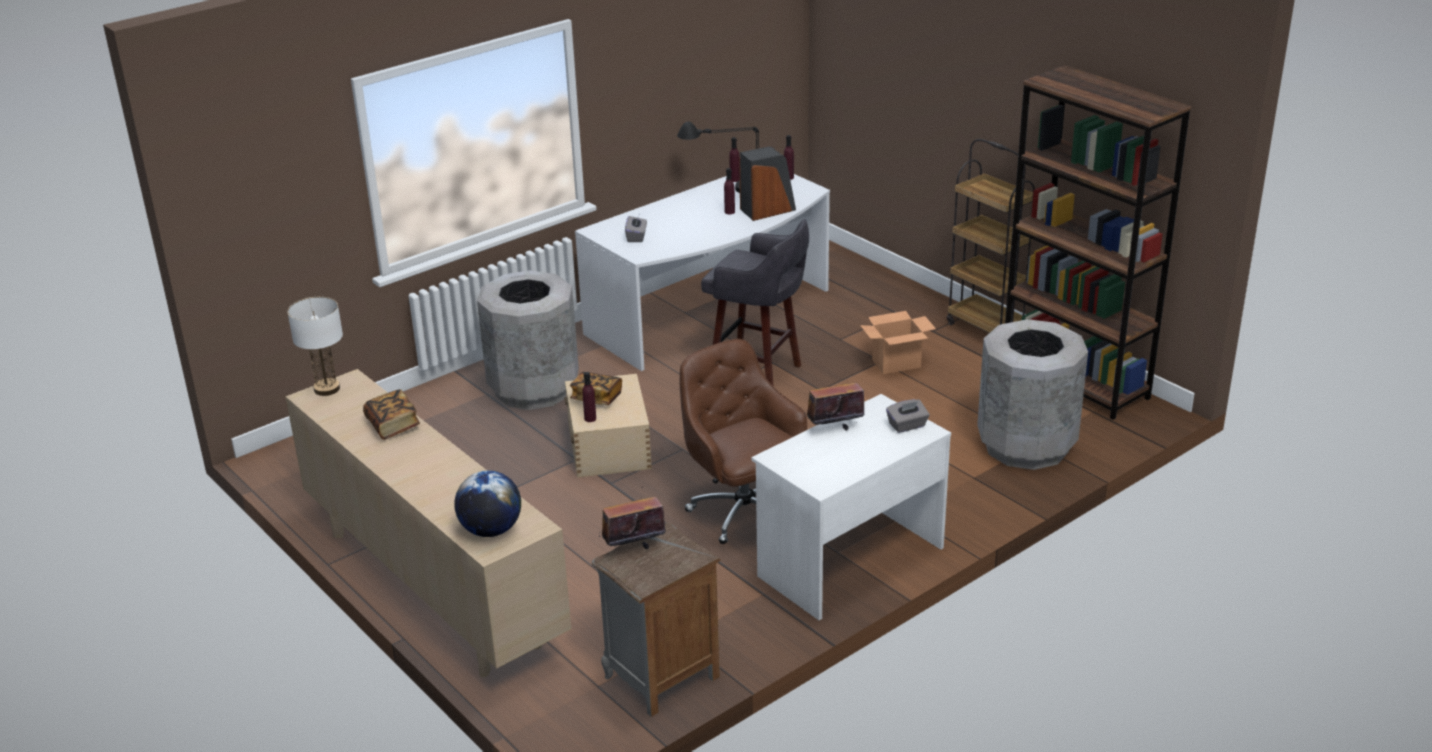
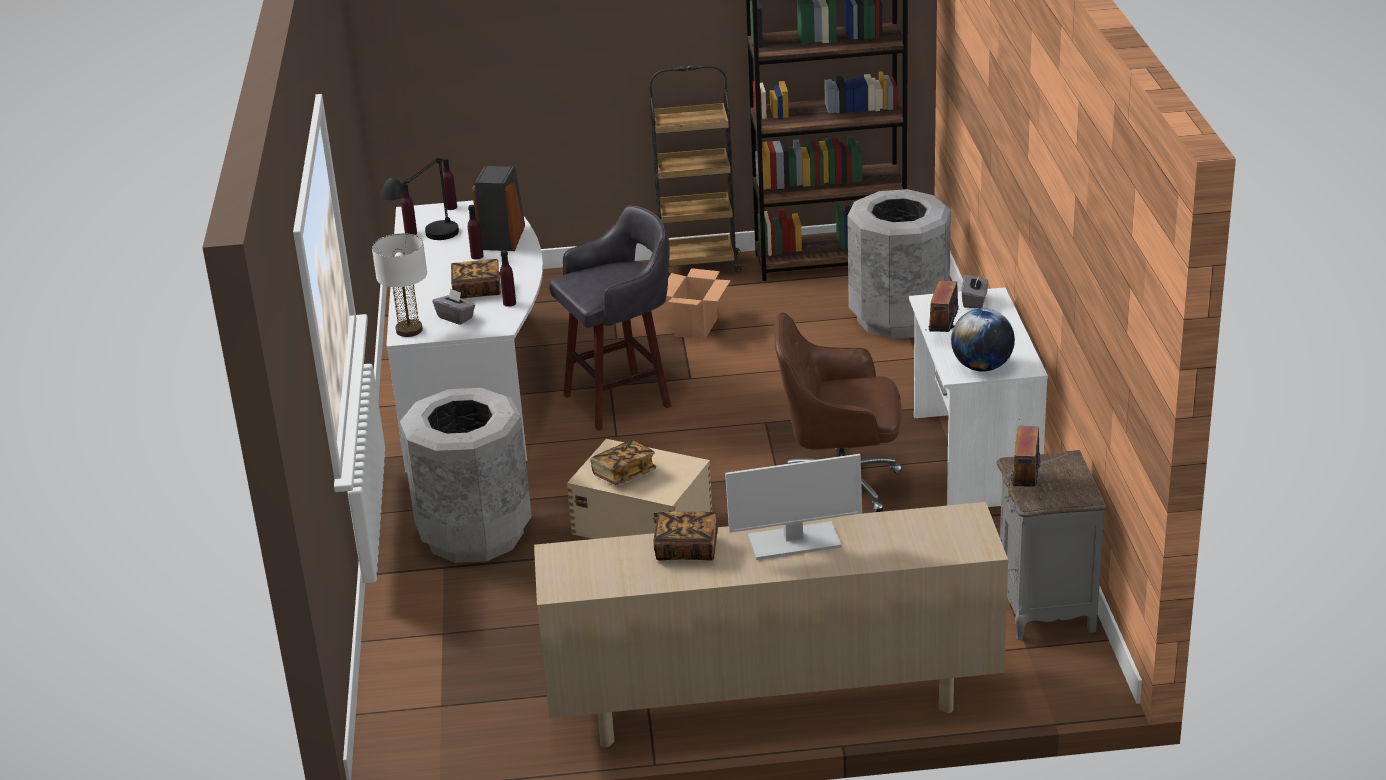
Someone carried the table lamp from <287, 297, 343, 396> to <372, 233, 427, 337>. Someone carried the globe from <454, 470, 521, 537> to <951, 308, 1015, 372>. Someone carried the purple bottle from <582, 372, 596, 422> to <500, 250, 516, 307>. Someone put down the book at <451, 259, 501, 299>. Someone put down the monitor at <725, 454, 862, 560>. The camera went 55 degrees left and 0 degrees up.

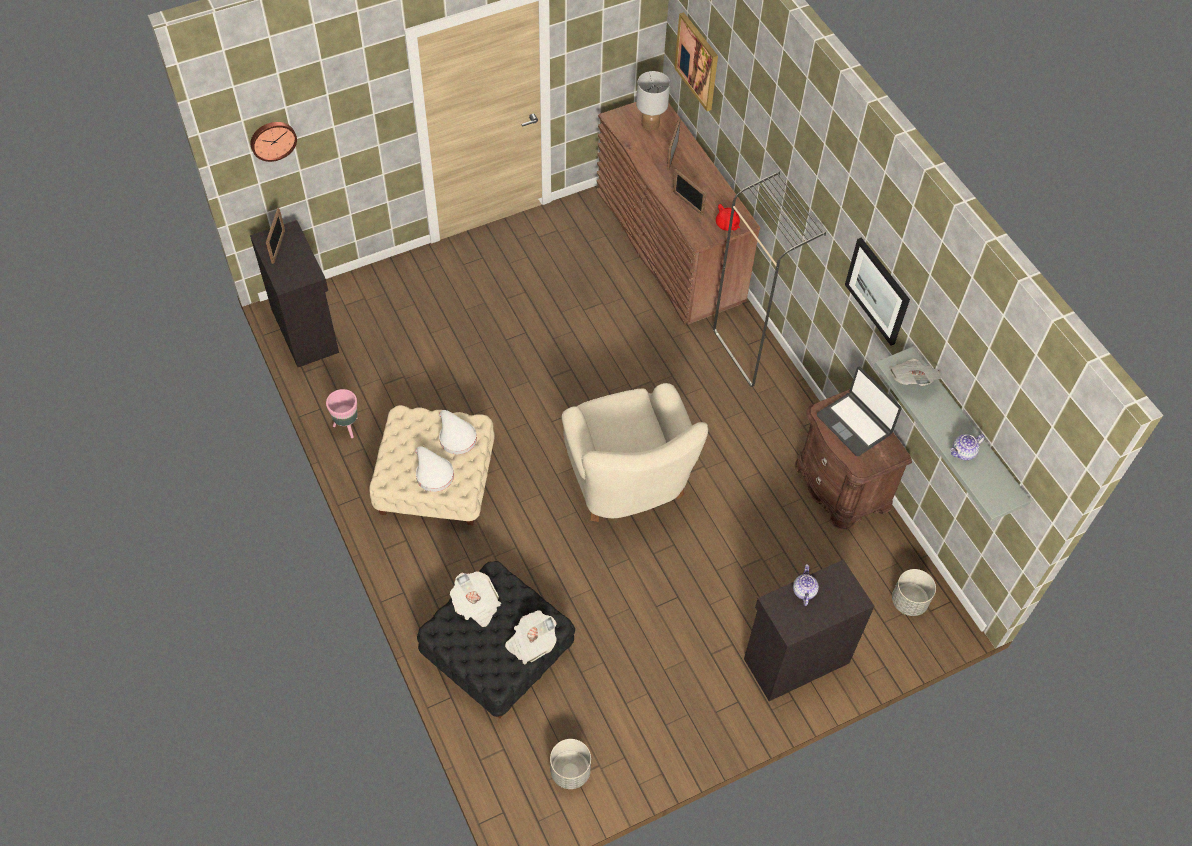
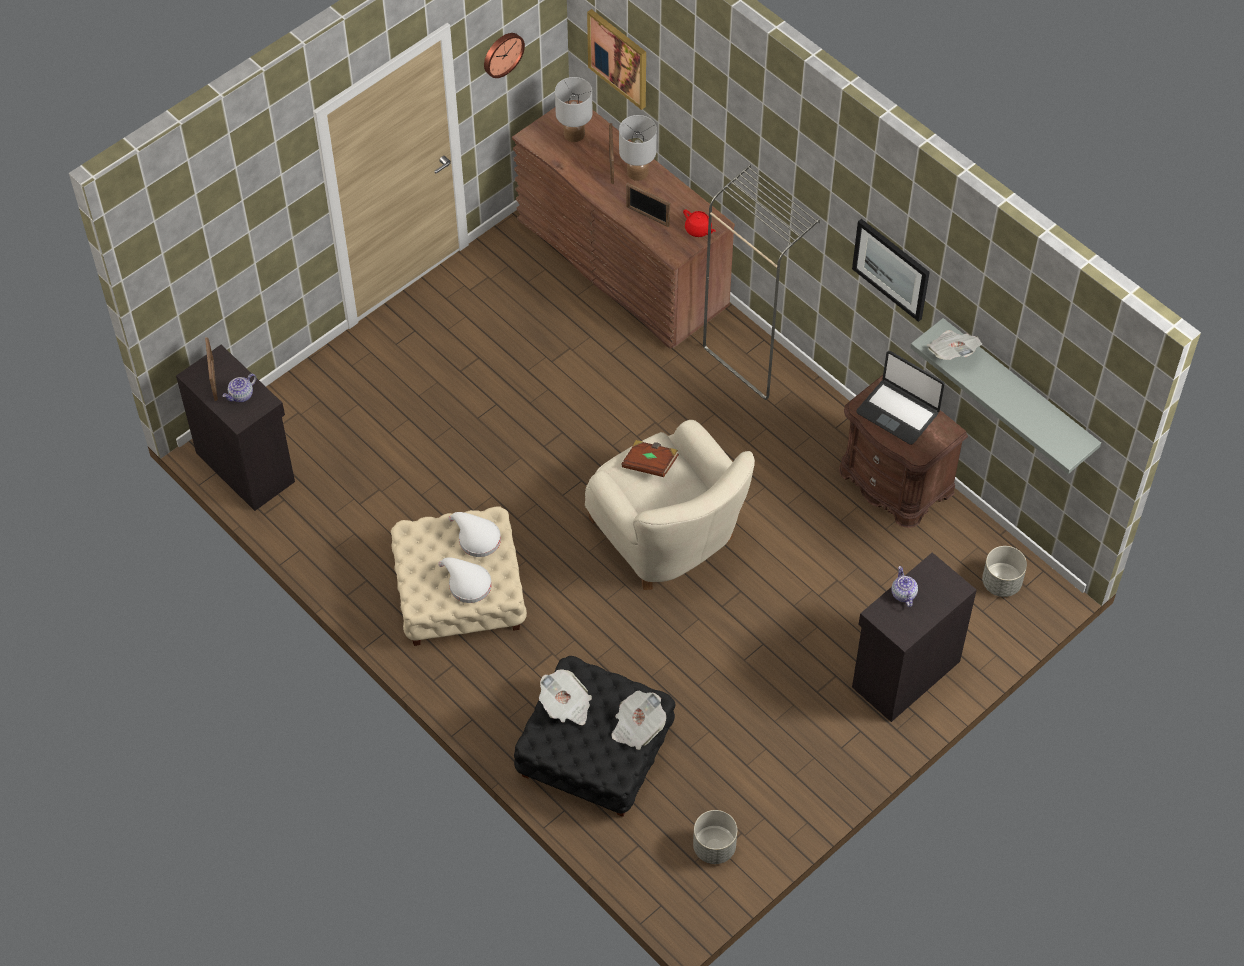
Someone carried the wall clock from <250, 122, 297, 162> to <484, 33, 525, 78>. Someone took away the pink planter at <326, 389, 358, 438>. Someone carried the teapot from <950, 434, 985, 460> to <223, 374, 256, 402>. Someone put down the grey table lamp at <619, 115, 657, 181>. Someone put down the brown book at <621, 440, 679, 477>. The camera went 15 degrees left and 0 degrees up.

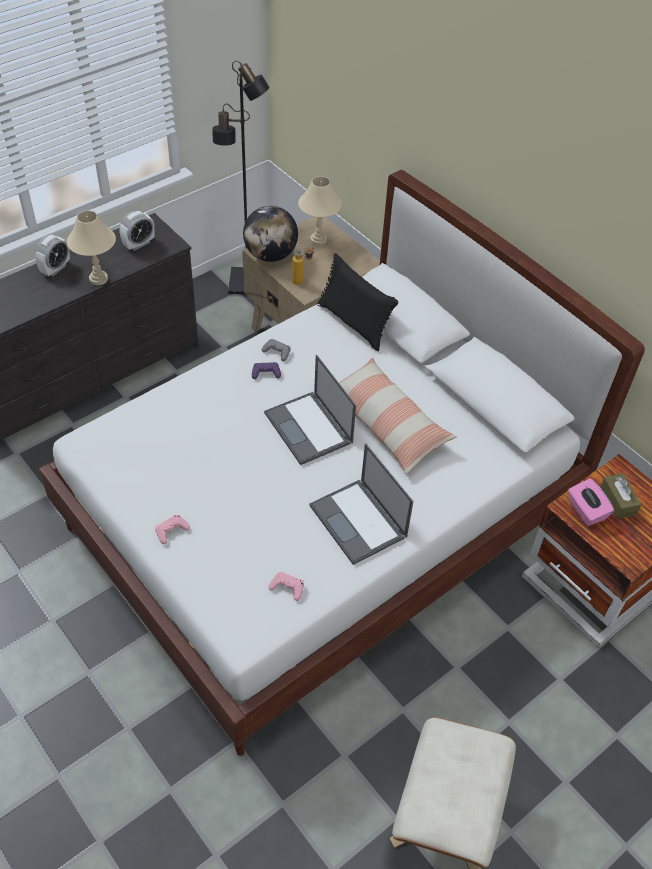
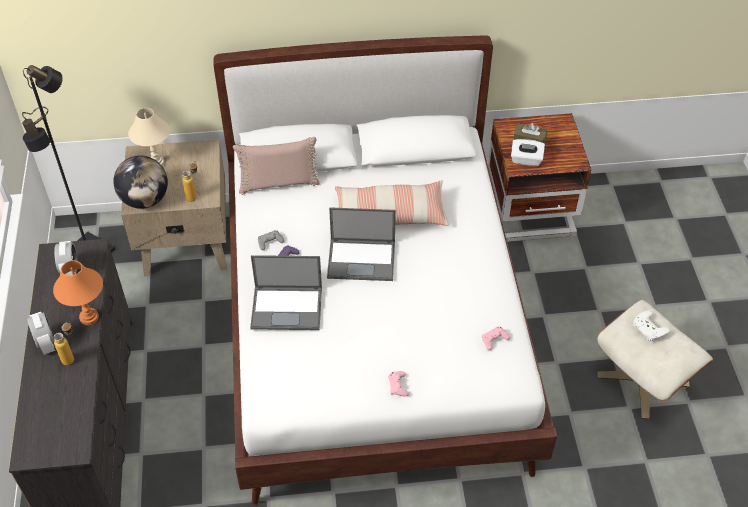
Someone repainted the beige table lamp at <67, 211, 116, 285>, which became the orange table lamp at <53, 260, 103, 325>. Someone carried the laptop from <309, 444, 413, 565> to <250, 255, 322, 330>. Someone repainted the black pillow at <317, 253, 398, 351>, which became the beige pillow at <233, 137, 320, 195>. Someone repainted the pink tissue box at <568, 478, 614, 526>, which became the white tissue box at <511, 139, 545, 166>. Someone put down the bottle at <53, 322, 74, 365>. Someone put down the white game controller at <633, 310, 670, 341>. The camera went 55 degrees left and 0 degrees up.

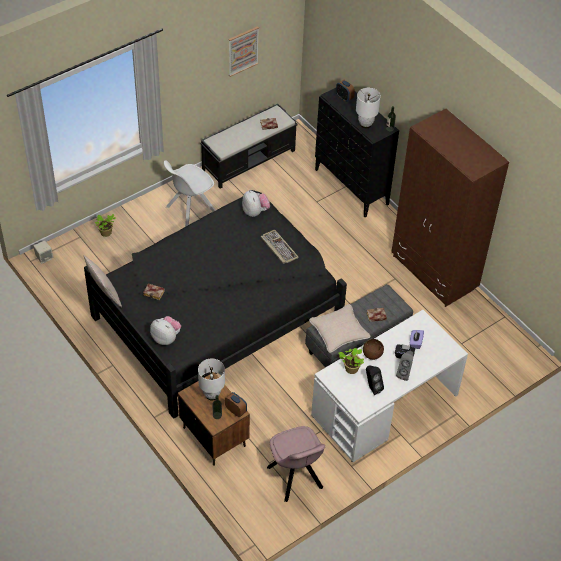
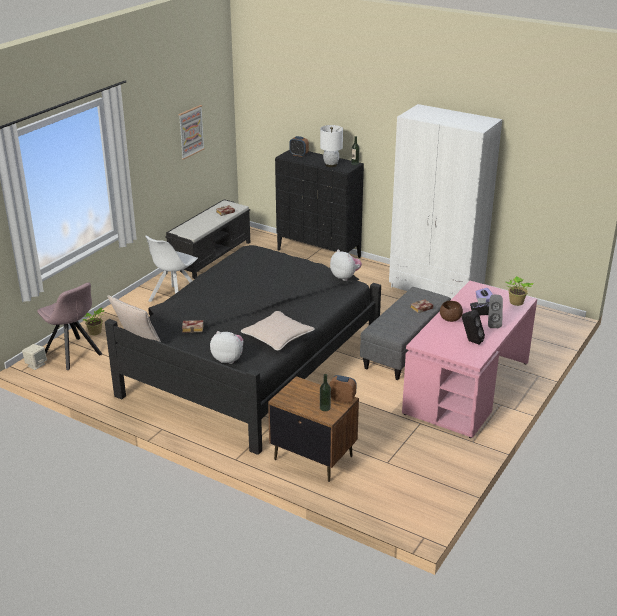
Someone took away the white table lamp at <198, 359, 225, 400>. Someone carried the plush toy from <242, 190, 270, 217> to <330, 249, 362, 281>. Someone took away the keyboard at <261, 230, 299, 264>. Someone carried the pink chair from <267, 426, 325, 502> to <37, 282, 102, 370>. Someone carried the beige pillow from <309, 304, 371, 353> to <241, 311, 315, 350>. Someone repainted the white desk at <311, 310, 468, 462>, which became the pink desk at <402, 281, 537, 438>. Someone carried the potted plant from <339, 348, 364, 374> to <506, 276, 533, 306>. Someone repainted the brown wardrobe at <392, 109, 509, 307>, which became the white wardrobe at <389, 104, 502, 299>. The camera went 20 degrees left and 20 degrees down.

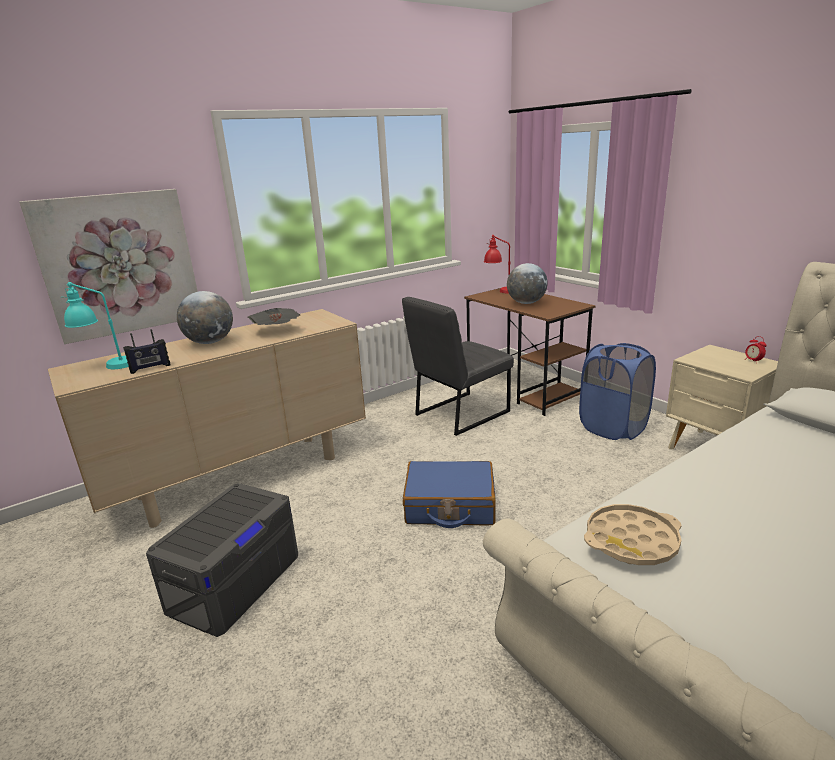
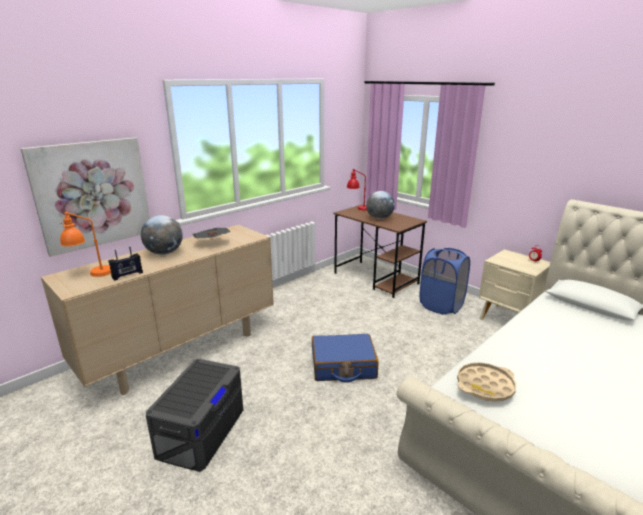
Someone repainted the turquoise table lamp at <61, 282, 128, 369>, which became the orange table lamp at <60, 212, 111, 277>. Someone took away the grey chair at <402, 297, 514, 436>. The camera went 10 degrees left and 0 degrees up.

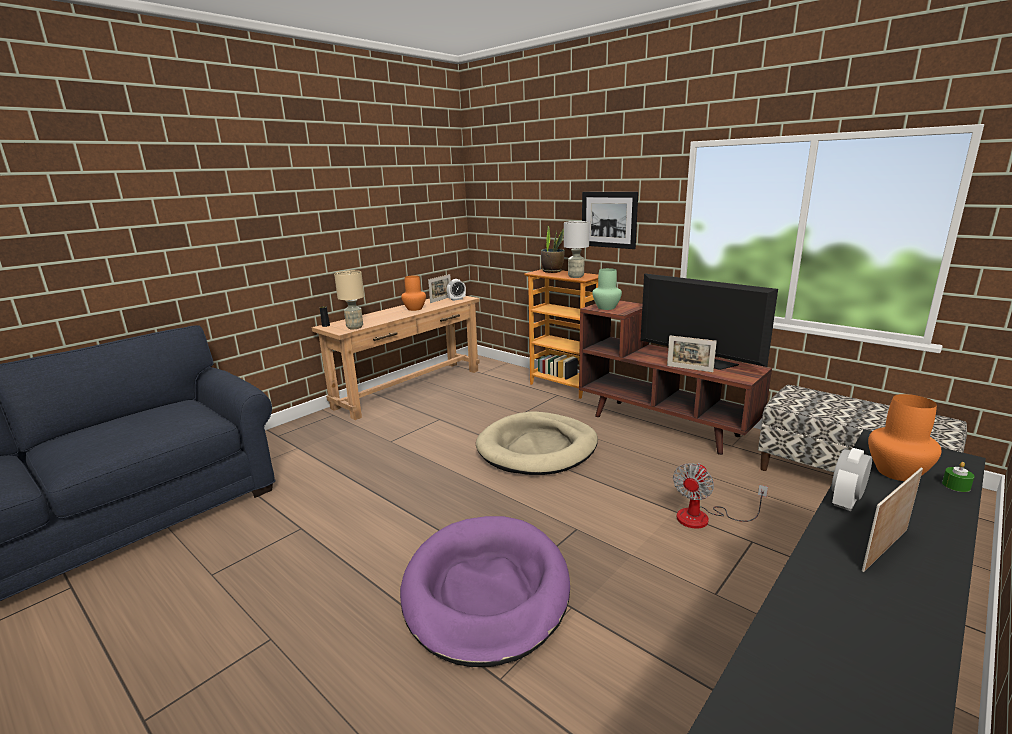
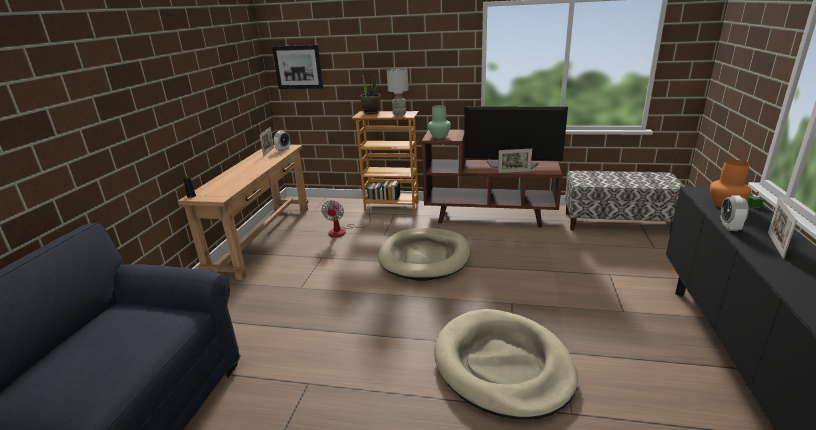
Someone took away the beige table lamp at <334, 270, 364, 329>. Someone repainted the purple dog bed at <400, 516, 570, 667>, which became the beige dog bed at <434, 309, 578, 419>. Someone took away the orange vase at <401, 275, 426, 311>. Someone carried the picture from <582, 192, 638, 249> to <272, 45, 323, 89>. Someone carried the fan from <673, 463, 768, 529> to <321, 200, 372, 237>. The camera went 30 degrees left and 5 degrees up.

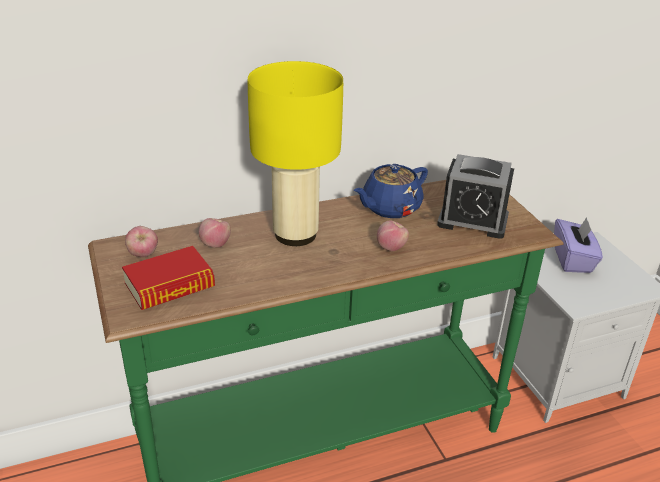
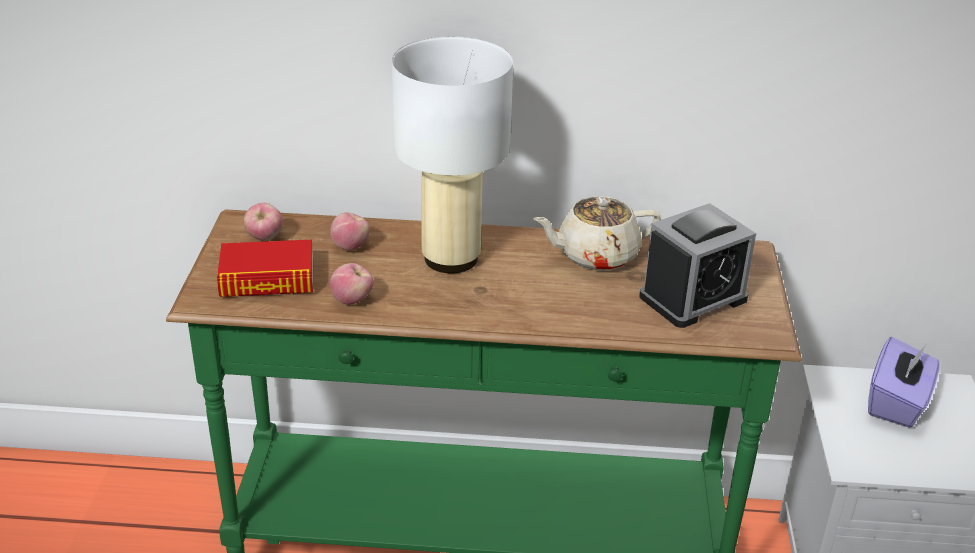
Someone repainted the yellow table lamp at <248, 61, 343, 246>, which became the white table lamp at <392, 37, 513, 273>. Someone repainted the blue teapot at <354, 164, 428, 218>, which became the beige teapot at <533, 196, 661, 271>. Someone carried the apple from <377, 220, 409, 252> to <330, 263, 374, 305>. Someone rotated the alarm clock at <437, 154, 514, 239> by 75 degrees counterclockwise. The camera went 25 degrees right and 0 degrees up.

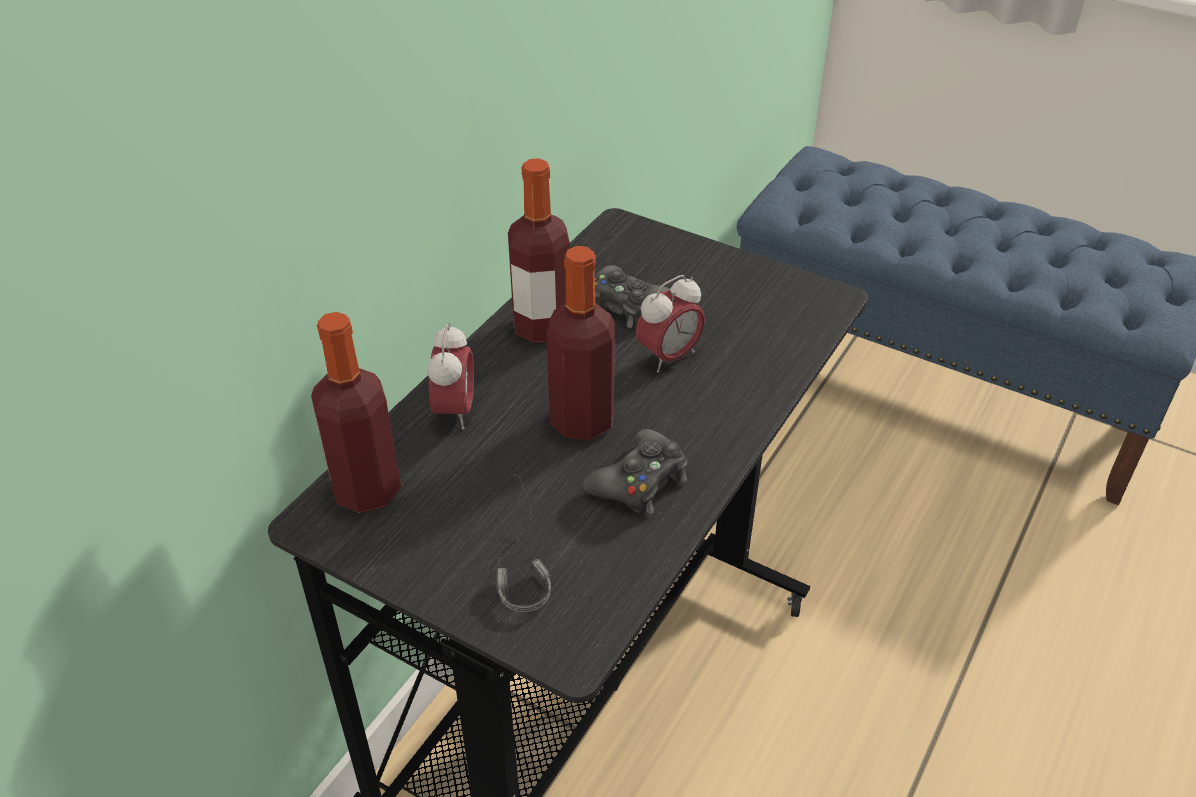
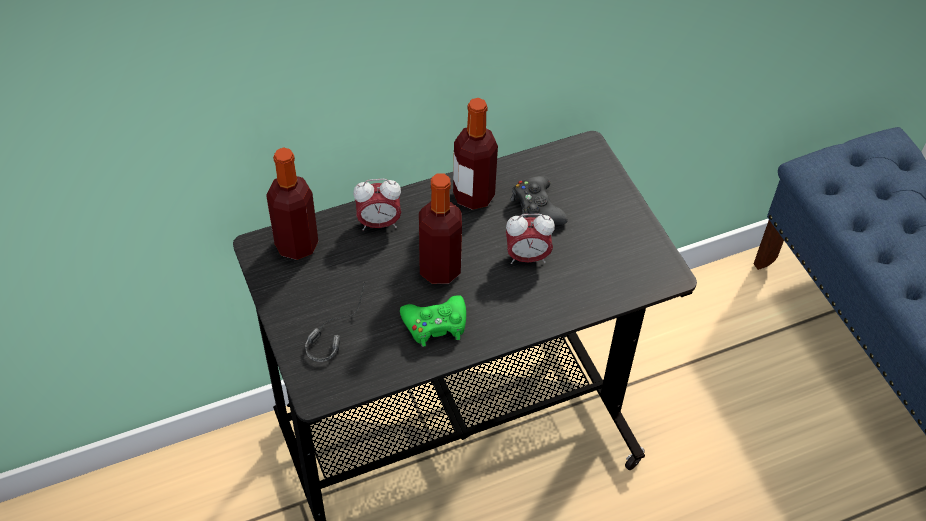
Someone rotated the alarm clock at <427, 323, 474, 429> by 45 degrees clockwise. Someone repainted the black game controller at <583, 429, 688, 514>, which became the green game controller at <400, 295, 466, 347>. The camera went 35 degrees right and 10 degrees up.

